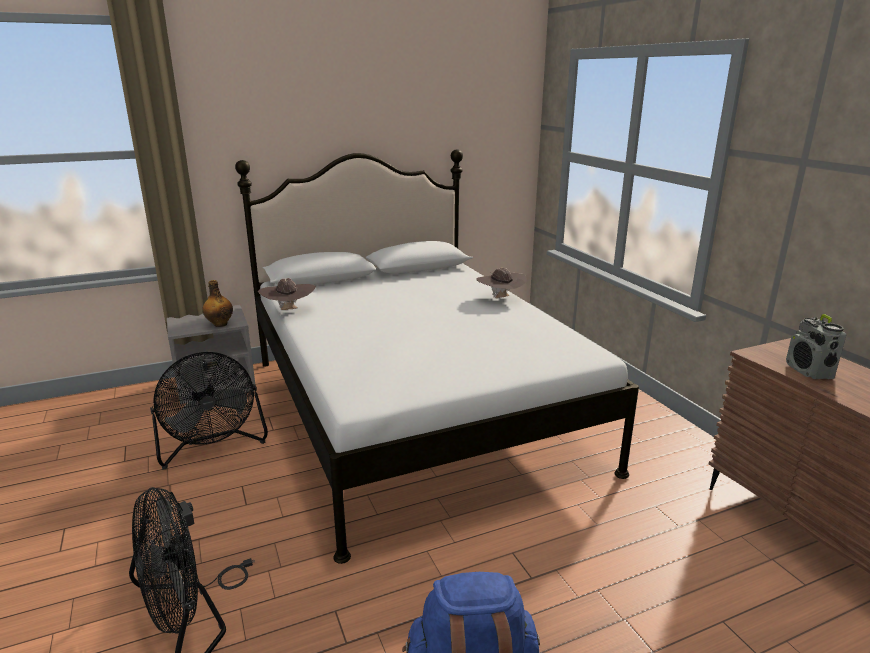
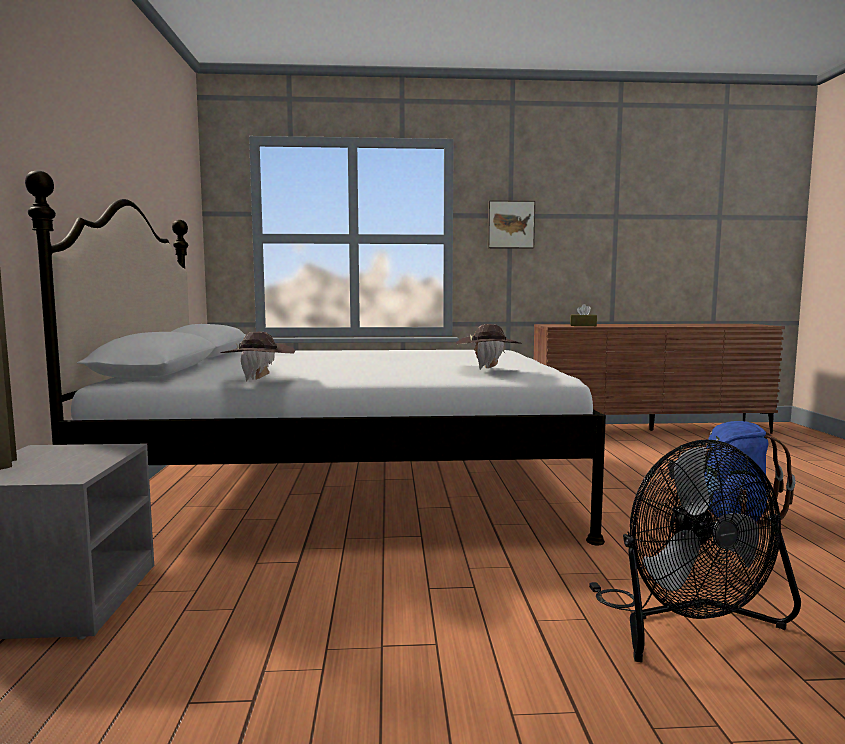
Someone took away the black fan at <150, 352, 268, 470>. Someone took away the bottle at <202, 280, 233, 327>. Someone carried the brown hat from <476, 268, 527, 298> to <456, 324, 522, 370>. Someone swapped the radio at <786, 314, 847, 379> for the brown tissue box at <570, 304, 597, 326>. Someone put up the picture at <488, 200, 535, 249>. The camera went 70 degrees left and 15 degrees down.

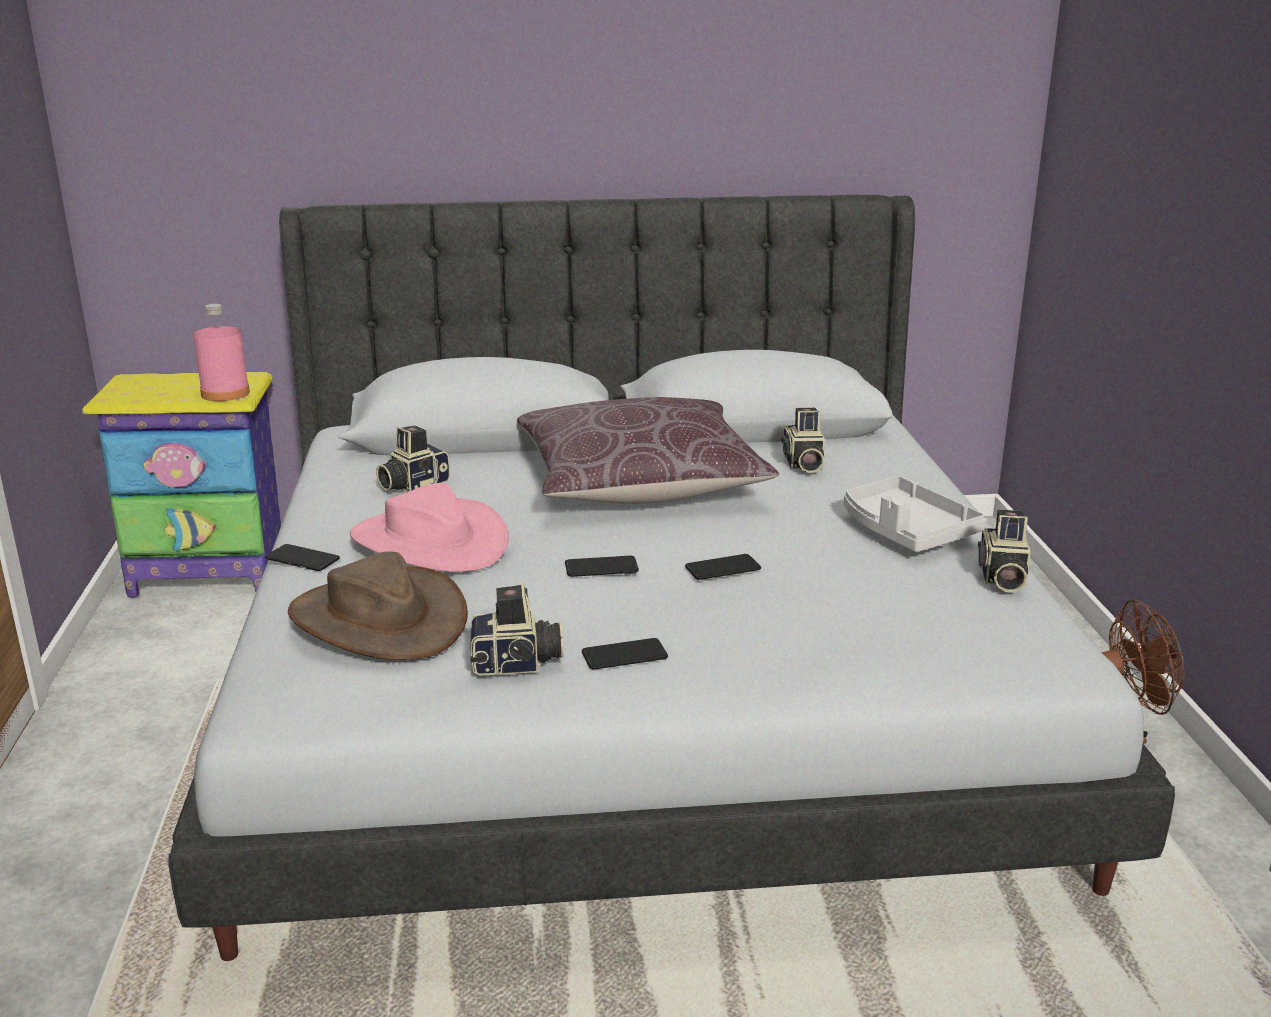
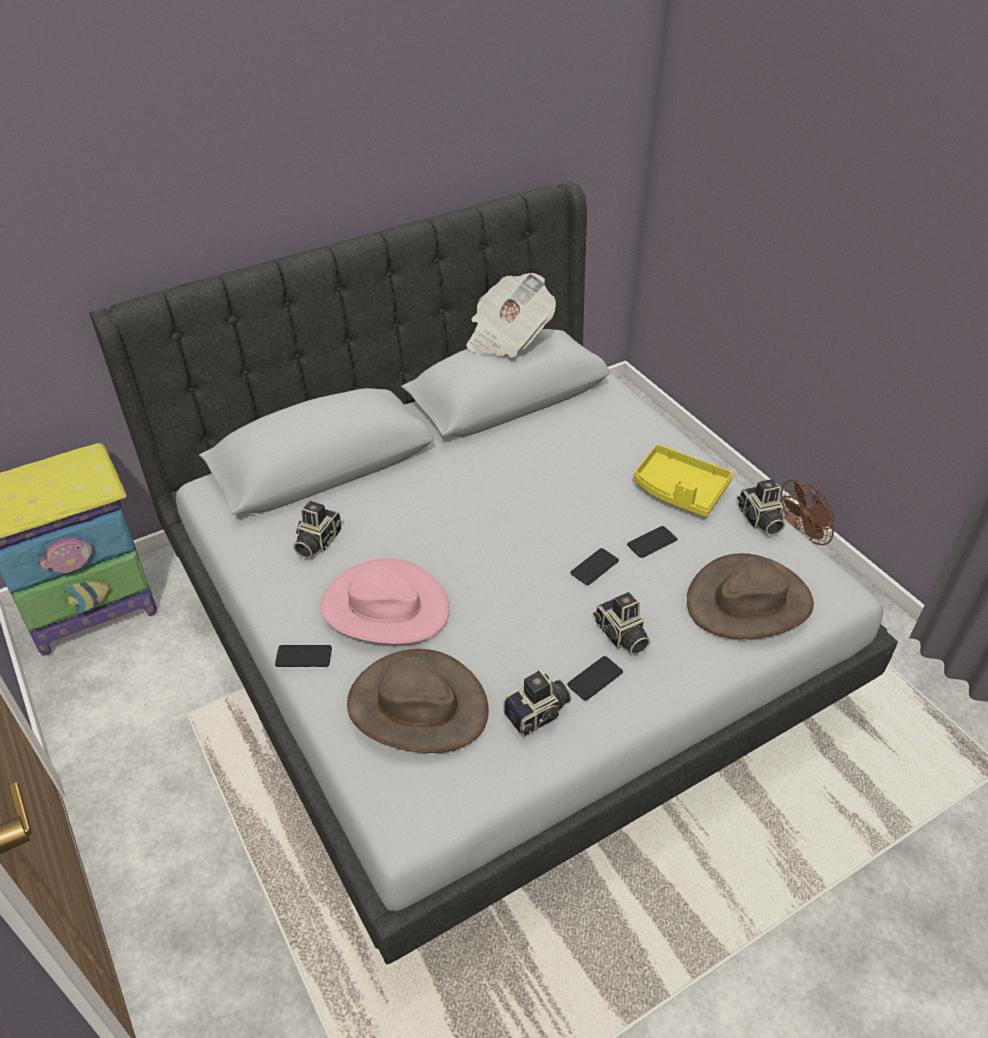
Someone took away the pink bottle at <193, 304, 250, 401>. Someone took away the brown pillow at <517, 397, 779, 504>. Someone carried the phone from <565, 556, 639, 577> to <627, 526, 677, 558>. Someone carried the photo camera from <781, 408, 825, 473> to <593, 592, 650, 655>. Someone repainted the grey tray at <844, 476, 987, 552>, which became the yellow tray at <633, 444, 733, 517>. Someone put down the newspaper at <467, 273, 556, 358>. Someone put down the brown hat at <687, 553, 814, 639>. The camera went 25 degrees left and 20 degrees up.

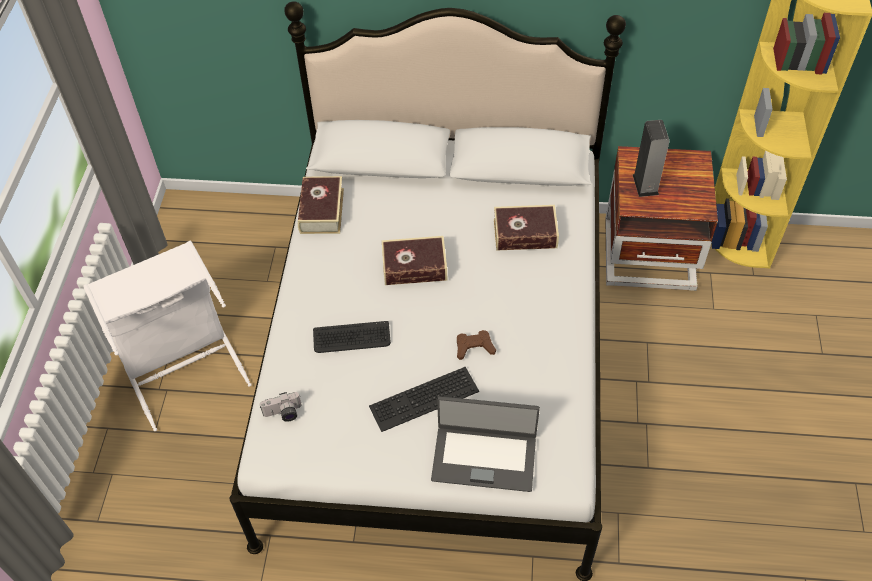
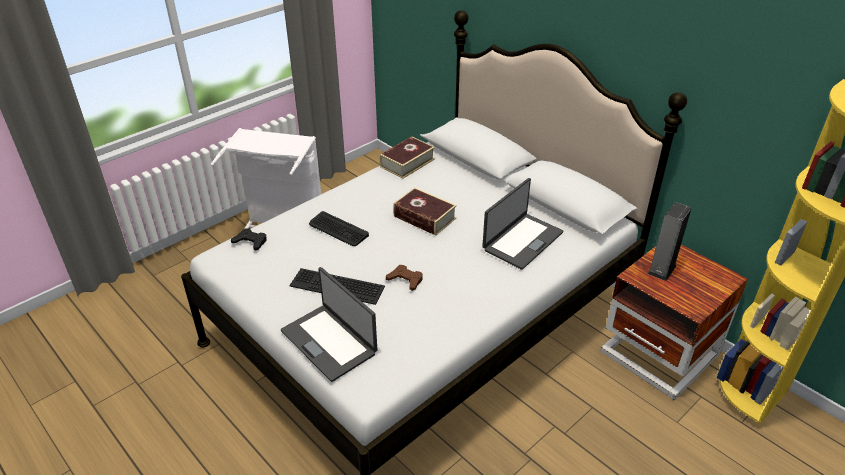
Someone swapped the photo camera at <260, 392, 302, 422> for the black game controller at <231, 228, 267, 250>. Someone swapped the book at <494, 205, 559, 251> for the laptop at <482, 178, 563, 270>. The camera went 40 degrees right and 15 degrees down.

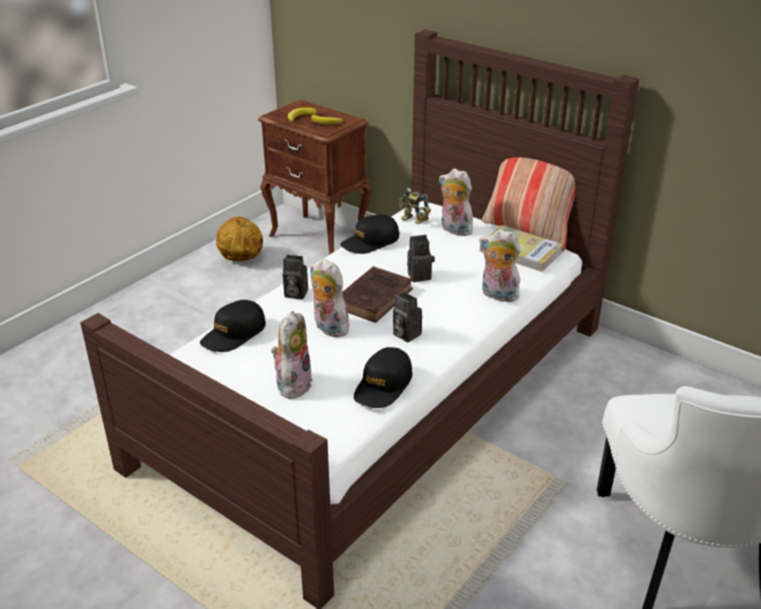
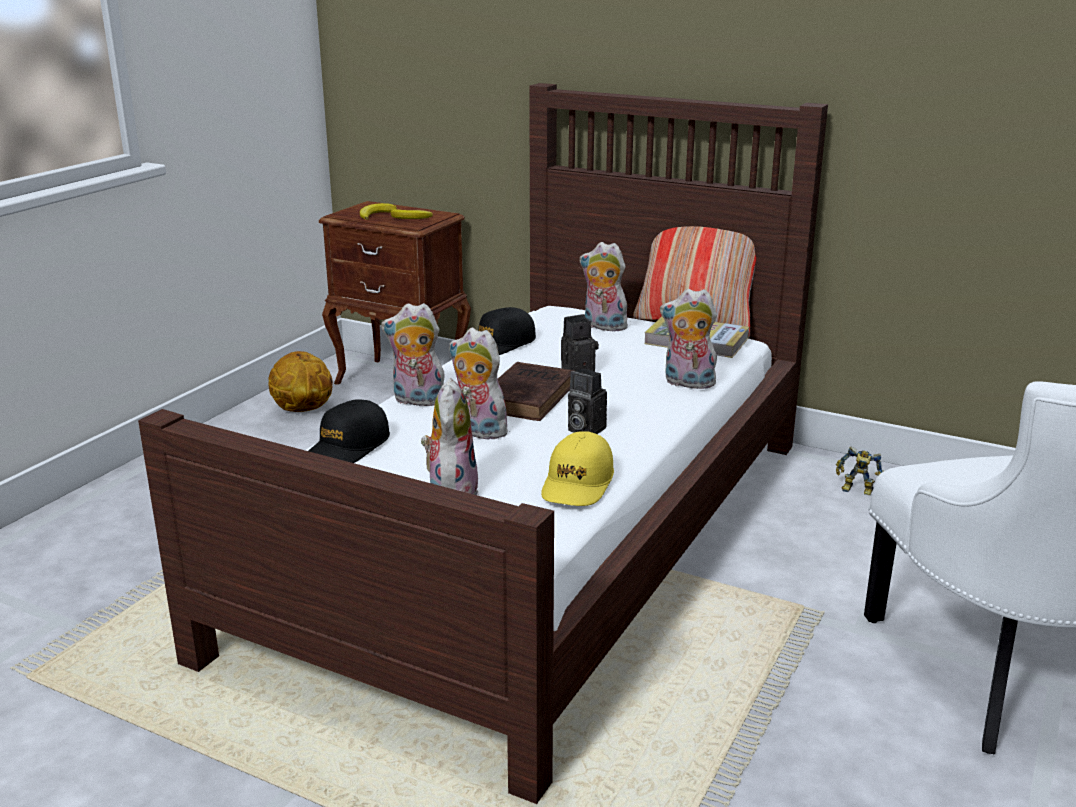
Someone swapped the photo camera at <283, 255, 308, 299> for the plush toy at <381, 303, 445, 406>. Someone repainted the black cap at <354, 347, 412, 408>, which became the yellow cap at <541, 431, 614, 506>. Someone carried the toy robot from <399, 188, 431, 224> to <836, 446, 884, 495>. The camera went 10 degrees left and 10 degrees down.

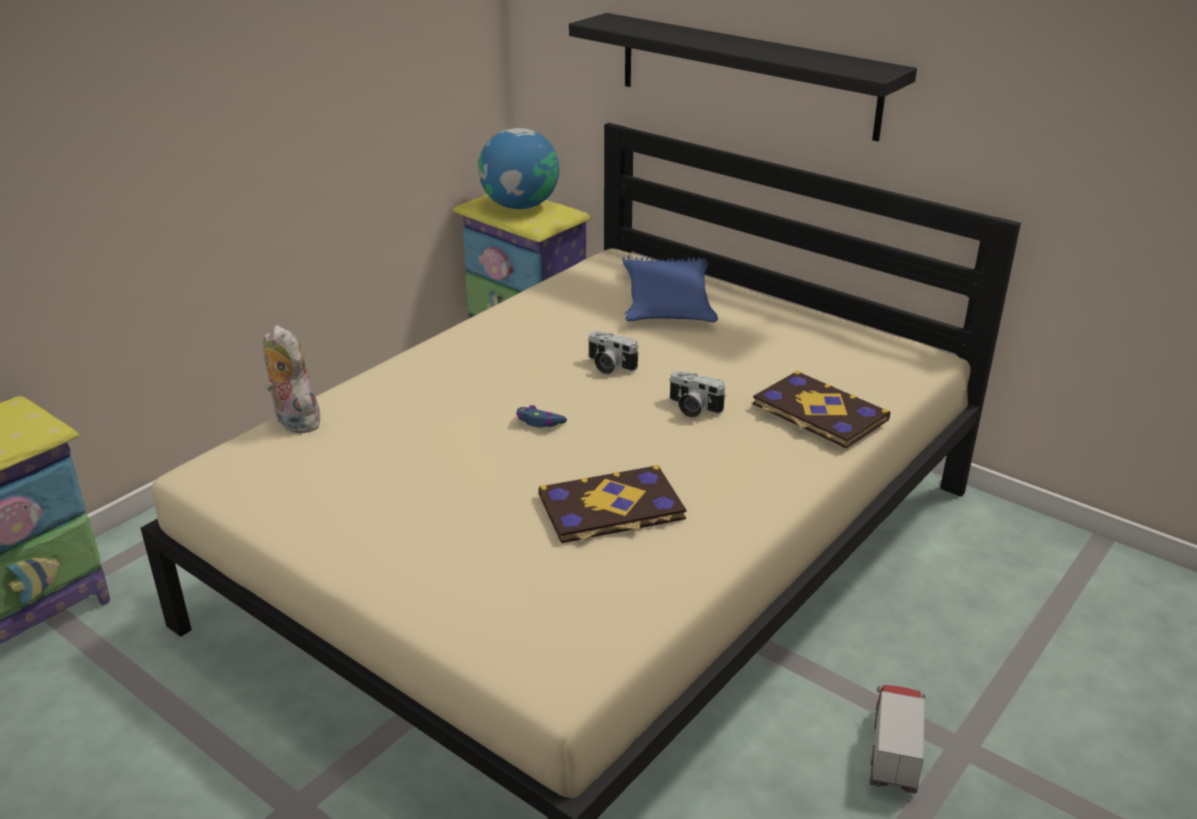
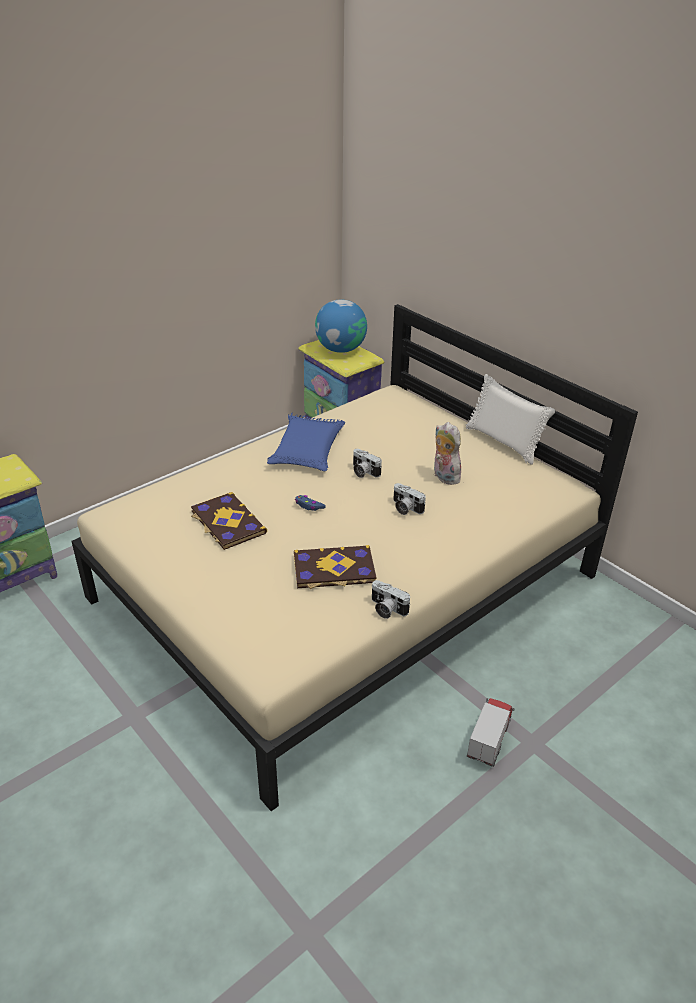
Someone carried the plush toy from <263, 325, 322, 434> to <434, 422, 461, 485>. Someone took away the black shelf at <569, 13, 917, 141>. Someone carried the blue pillow from <622, 255, 718, 322> to <267, 413, 345, 471>. Someone carried the book from <753, 371, 890, 448> to <191, 492, 267, 550>. Someone put down the photo camera at <372, 580, 410, 619>. Someone put down the white pillow at <466, 374, 555, 465>. The camera went 10 degrees right and 5 degrees up.

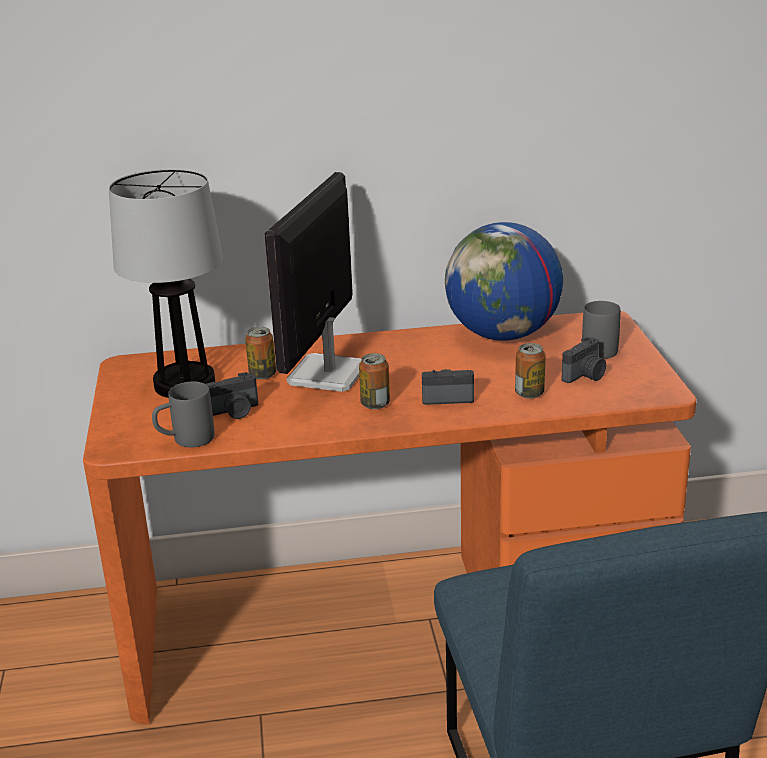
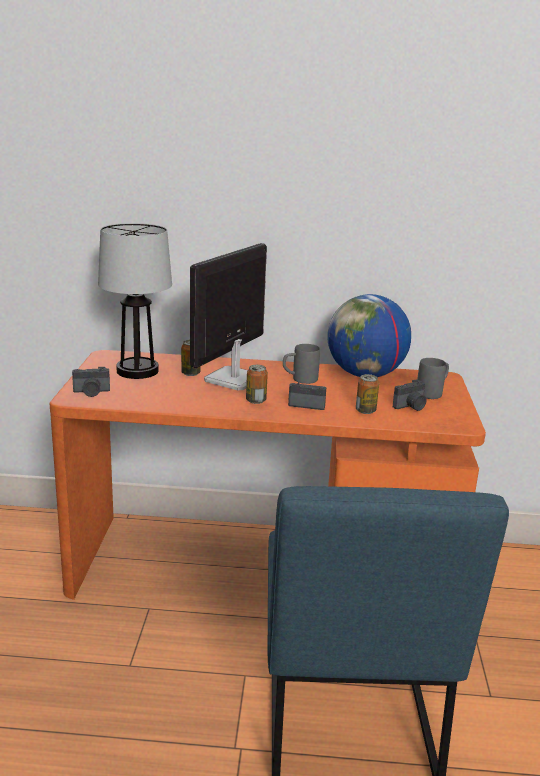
Someone carried the grey mug from <152, 381, 214, 448> to <283, 344, 320, 384>. Someone carried the photo camera from <206, 372, 258, 419> to <72, 367, 110, 397>. The camera went 10 degrees right and 5 degrees down.

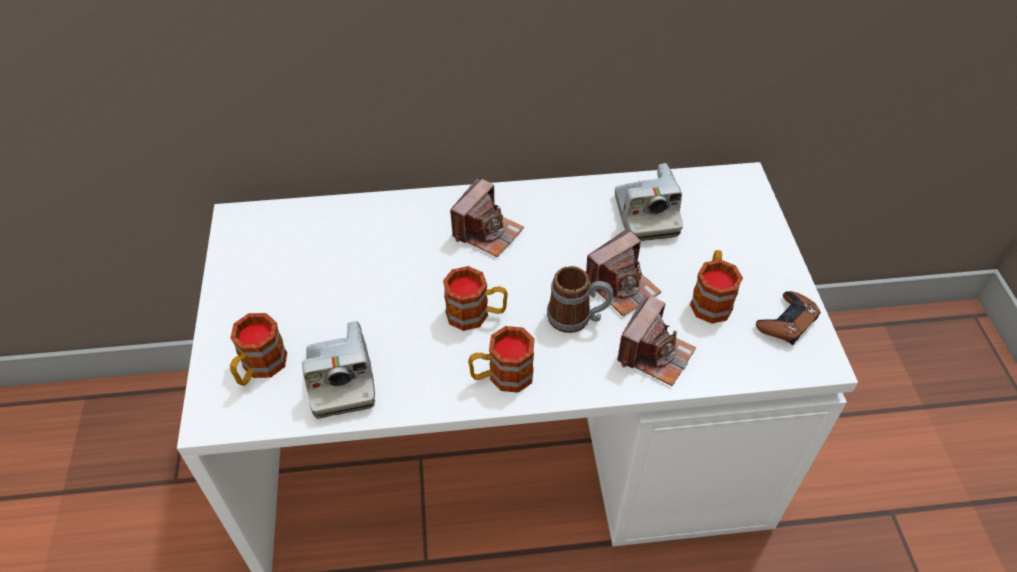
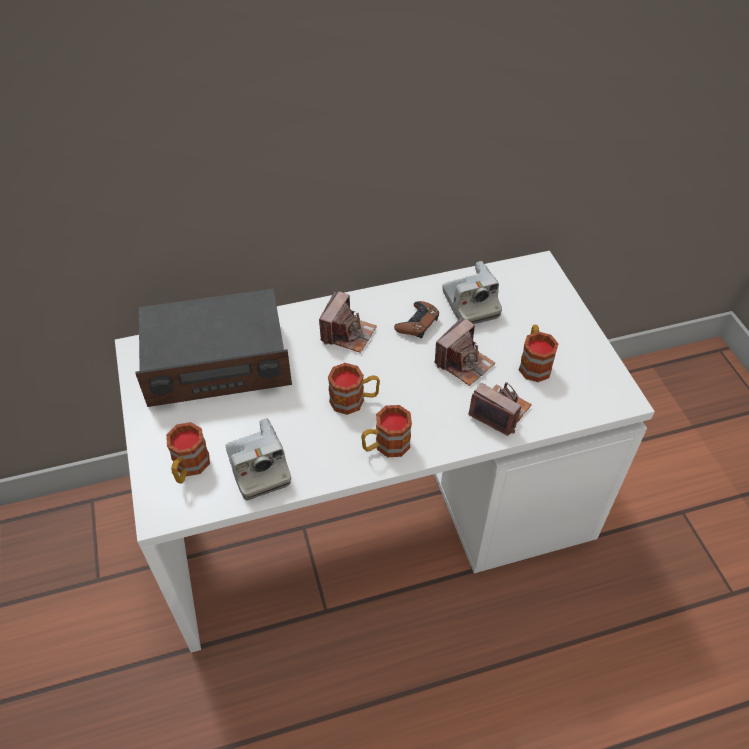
Someone took away the mug at <547, 266, 613, 333>. Someone rotated the photo camera at <617, 294, 696, 386> by 75 degrees counterclockwise. Someone carried the brown game controller from <756, 291, 821, 345> to <394, 301, 439, 338>. Someone put down the radio at <135, 289, 292, 407>. The camera went 10 degrees left and 0 degrees up.

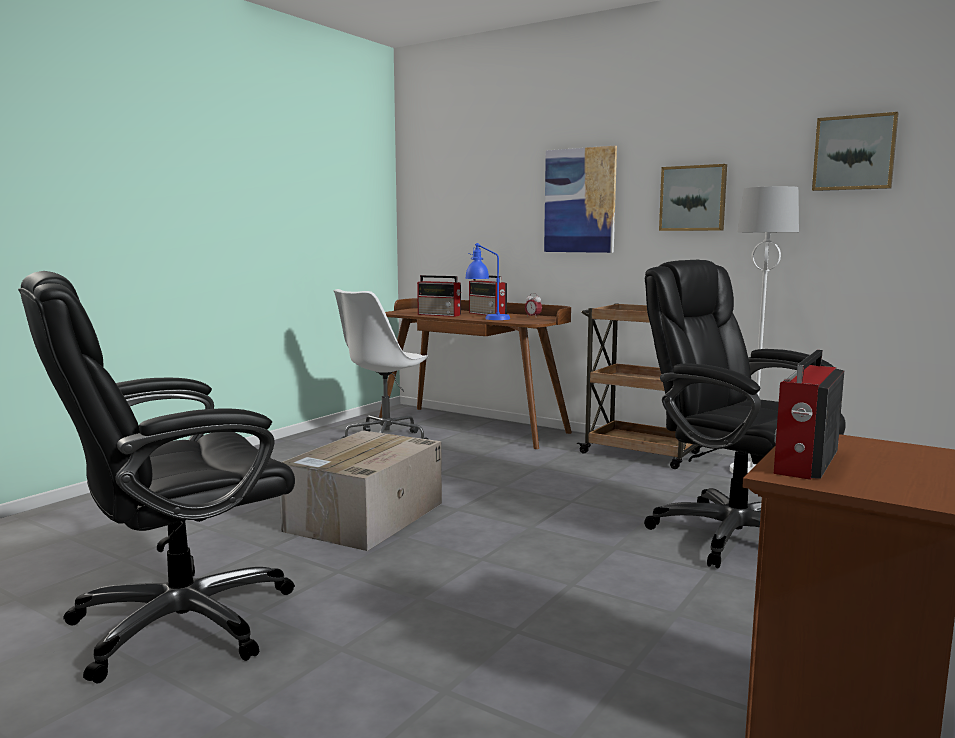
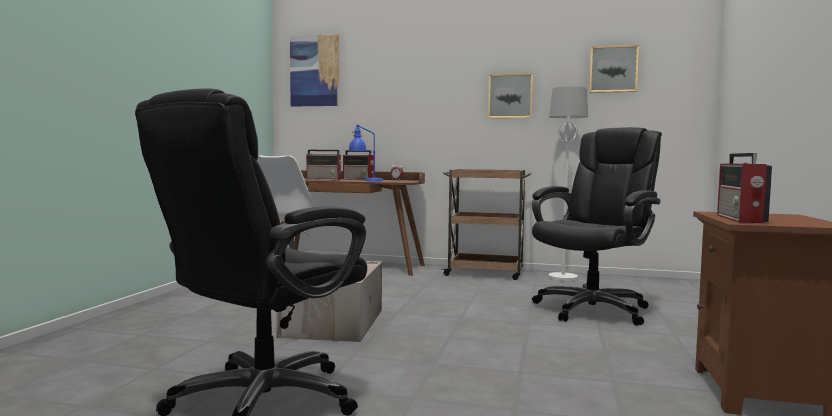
Someone carried the picture from <544, 146, 617, 253> to <290, 34, 339, 106>. Someone rotated the black office chair at <644, 259, 846, 568> by 105 degrees clockwise. The camera went 20 degrees left and 5 degrees down.

